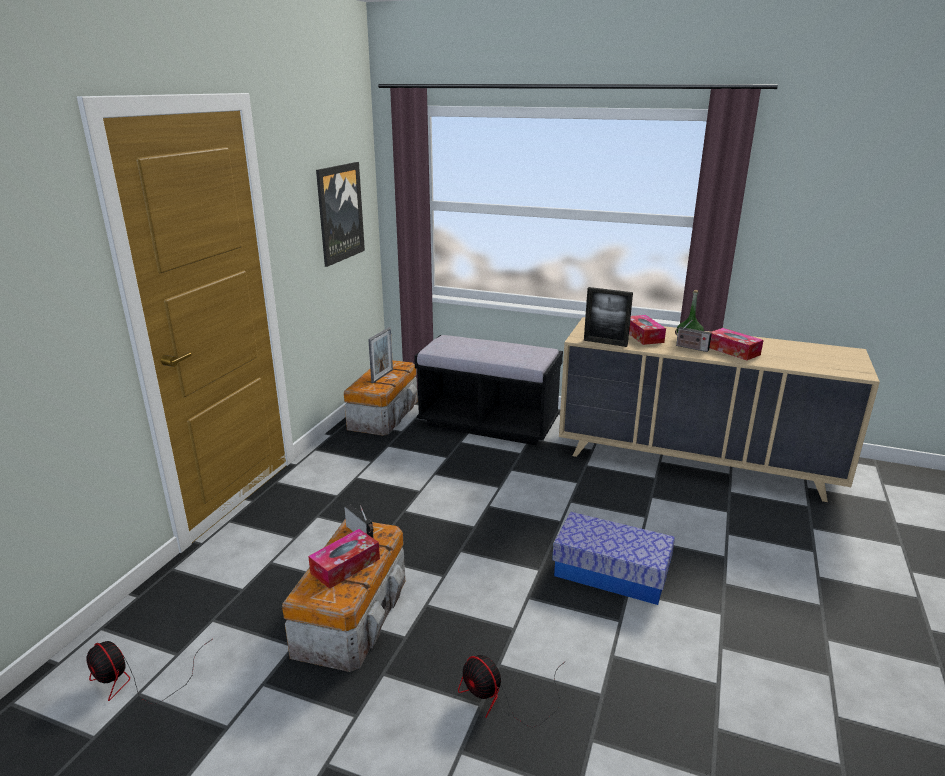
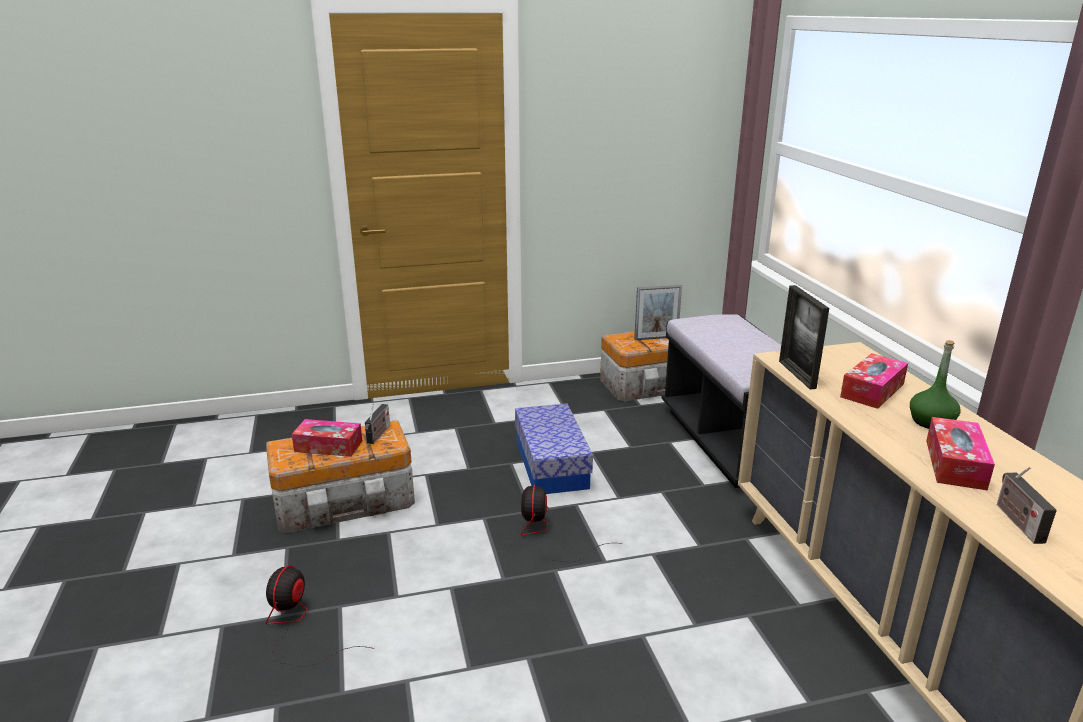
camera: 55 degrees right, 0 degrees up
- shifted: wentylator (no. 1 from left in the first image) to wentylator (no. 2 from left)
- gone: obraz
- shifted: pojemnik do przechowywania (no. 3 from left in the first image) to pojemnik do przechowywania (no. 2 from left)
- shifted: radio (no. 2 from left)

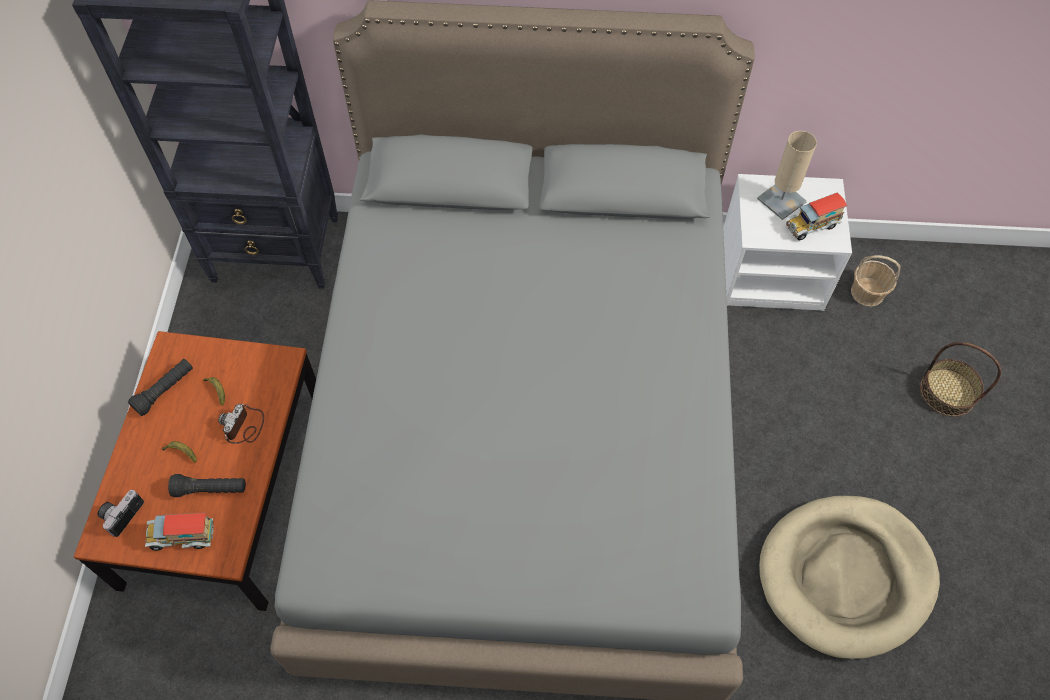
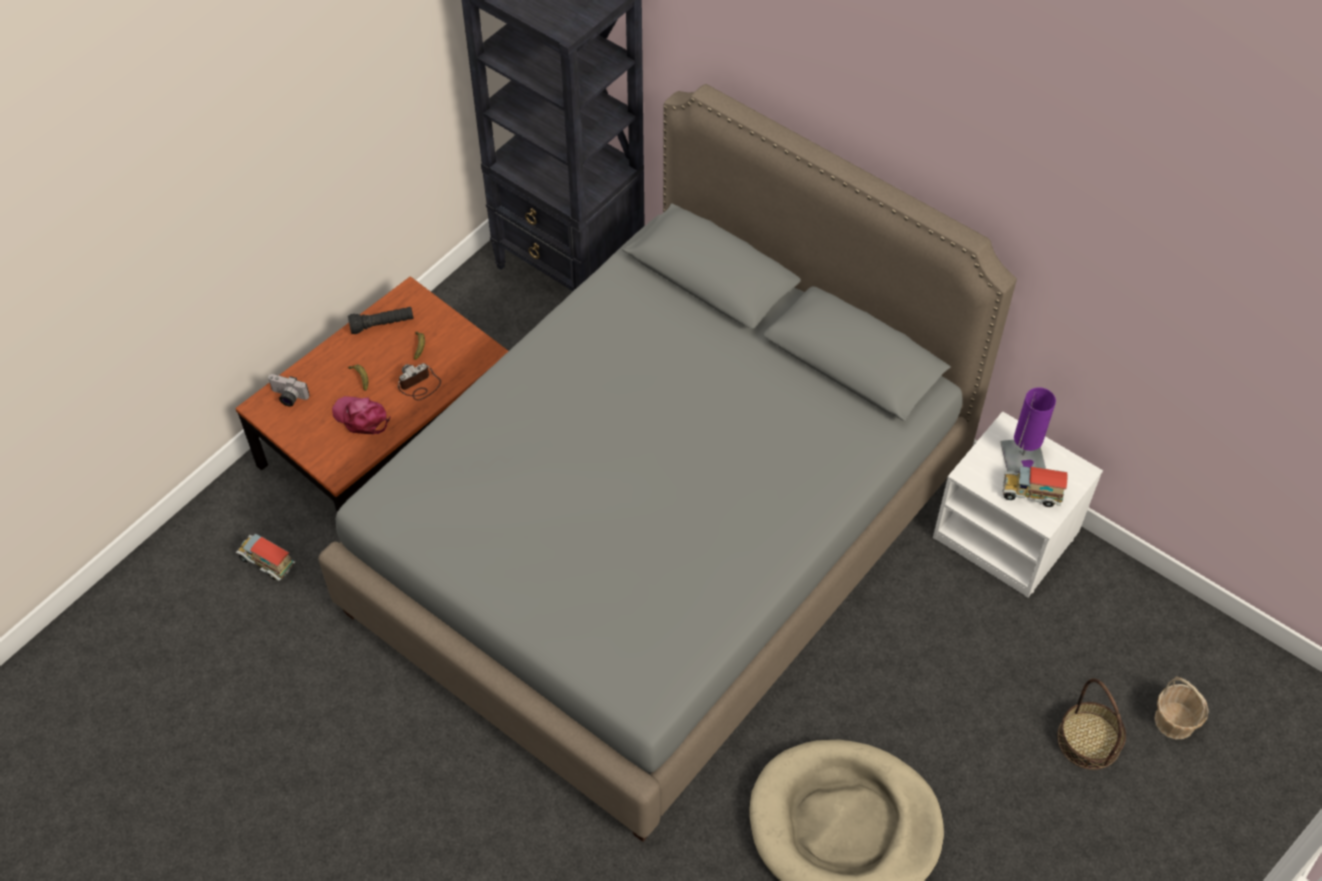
camera: 35 degrees right, 5 degrees down
- rotated: aparat fotograficzny (no. 1 from left) 135 degrees counterclockwise
- shifted: ciężarówka zabawkowa (no. 1 from left)
- swapped: latarka (czarny) (no. 2 from left) to czapka z daszkiem (różowy)
- repainted: lampa stołowa (beżowy) to lampa stołowa (fioletowy)
- shifted: koszyk (no. 1 from left in the first image) to koszyk (no. 2 from left)

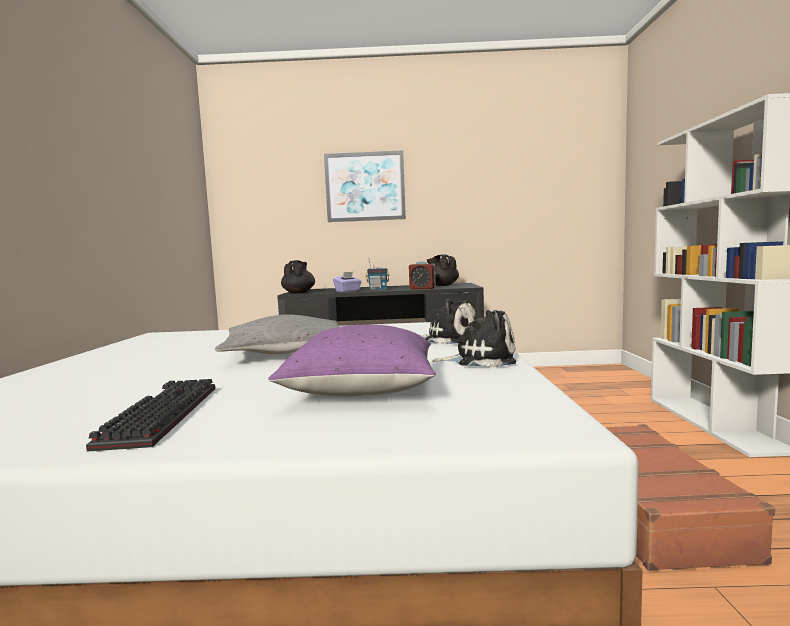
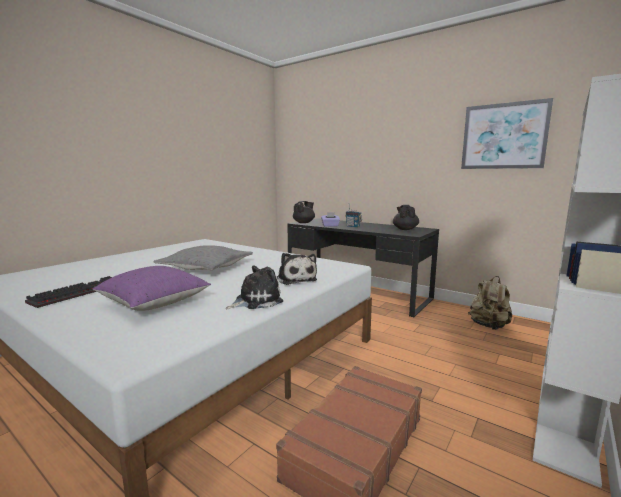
camera: 35 degrees right, 5 degrees up
- shifted: obraz
- gone: budzik
- rotated: pluszak (no. 2 from left in the first image) 75 degrees counterclockwise
- new: plecak (beżowy)

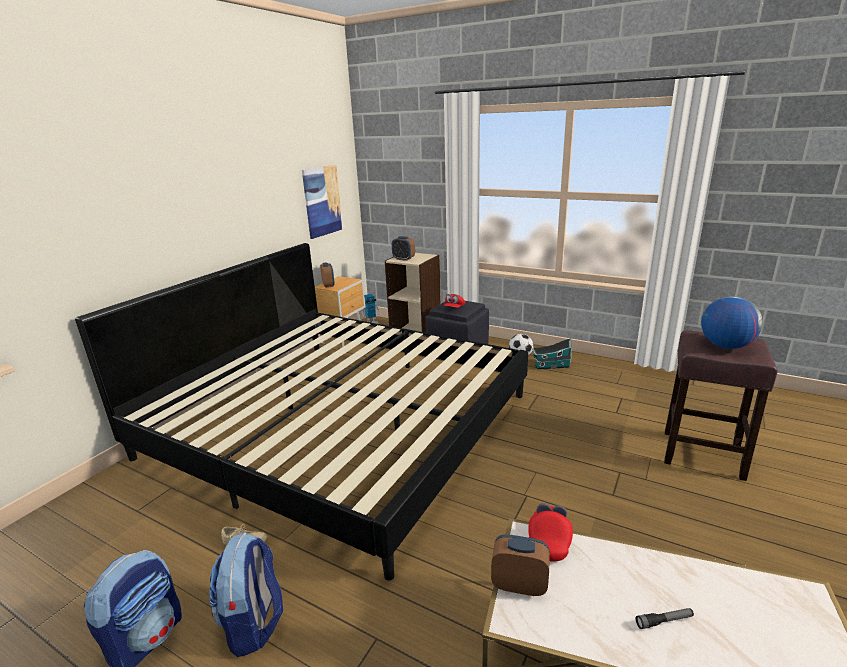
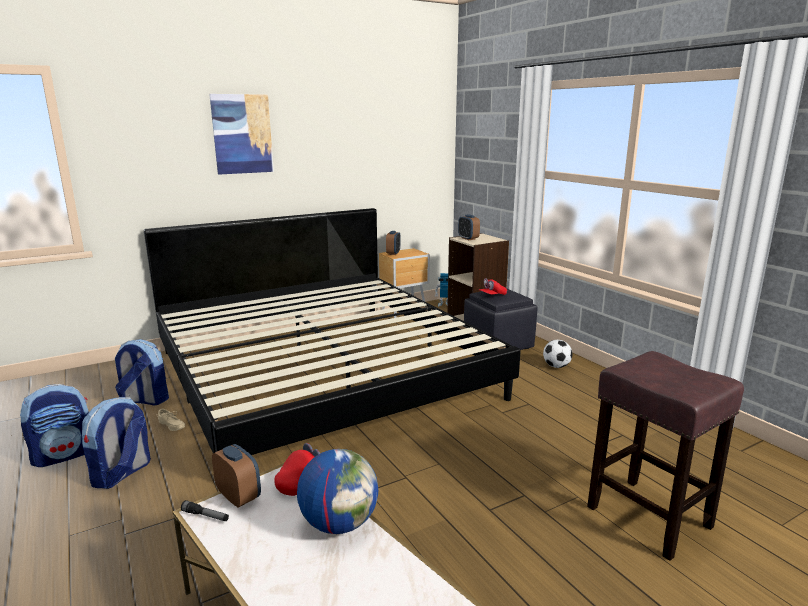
camera: 30 degrees right, 5 degrees down
- shifted: obraz
- gone: domek
- shifted: latarka
- shifted: globus
- new: plecak (no. 3 from left)

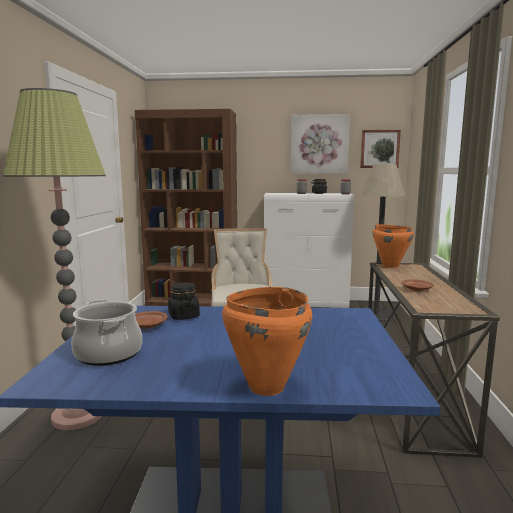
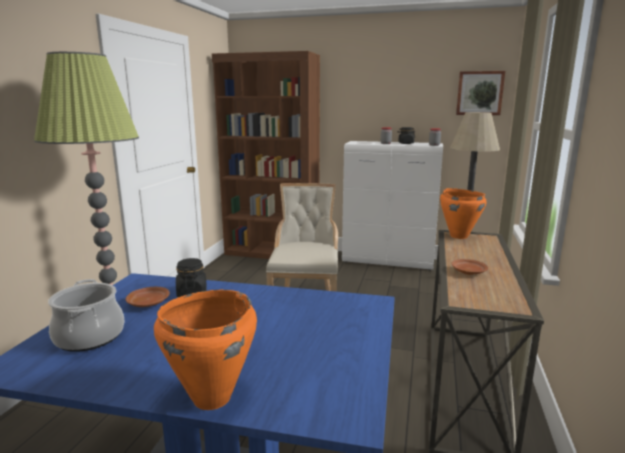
camera: 10 degrees right, 5 degrees up
- gone: obraz (no. 1 from left)

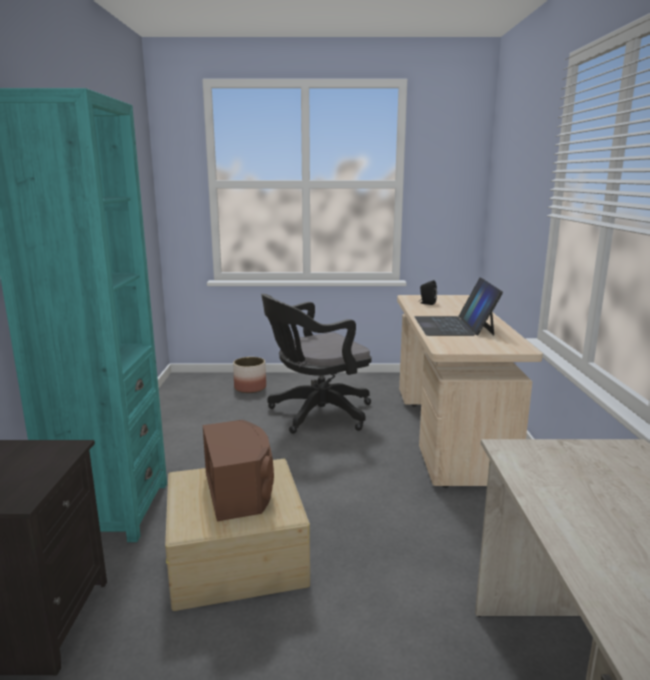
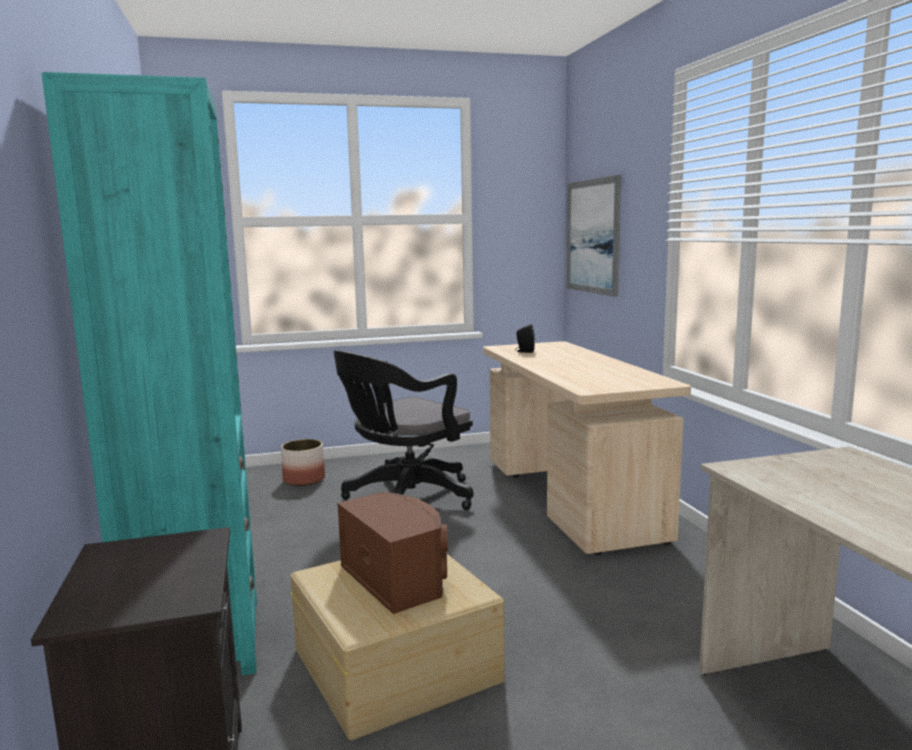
camera: 15 degrees left, 5 degrees down
- gone: laptop
- new: obraz

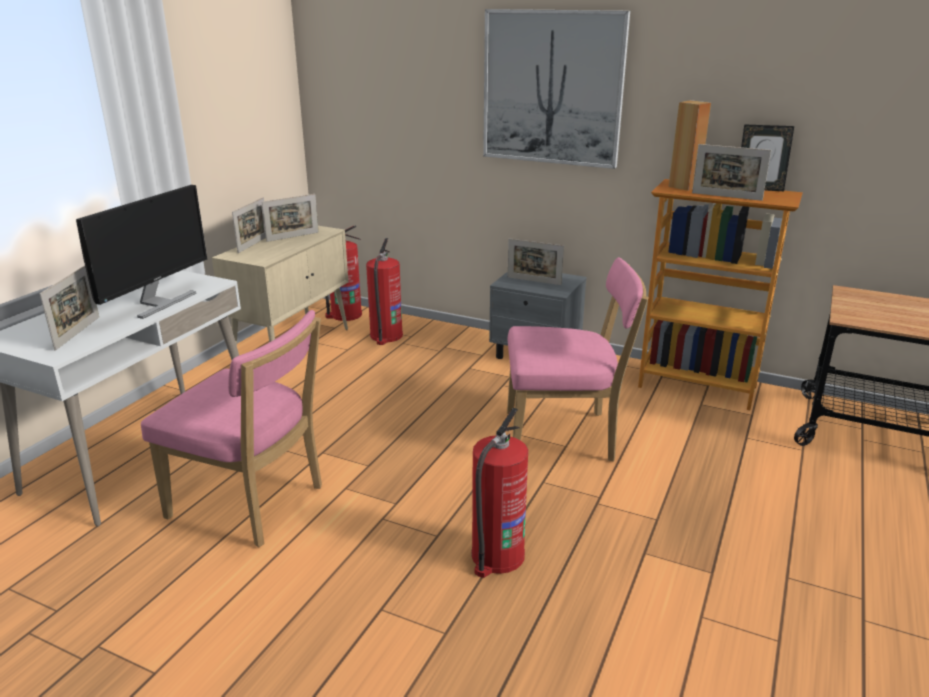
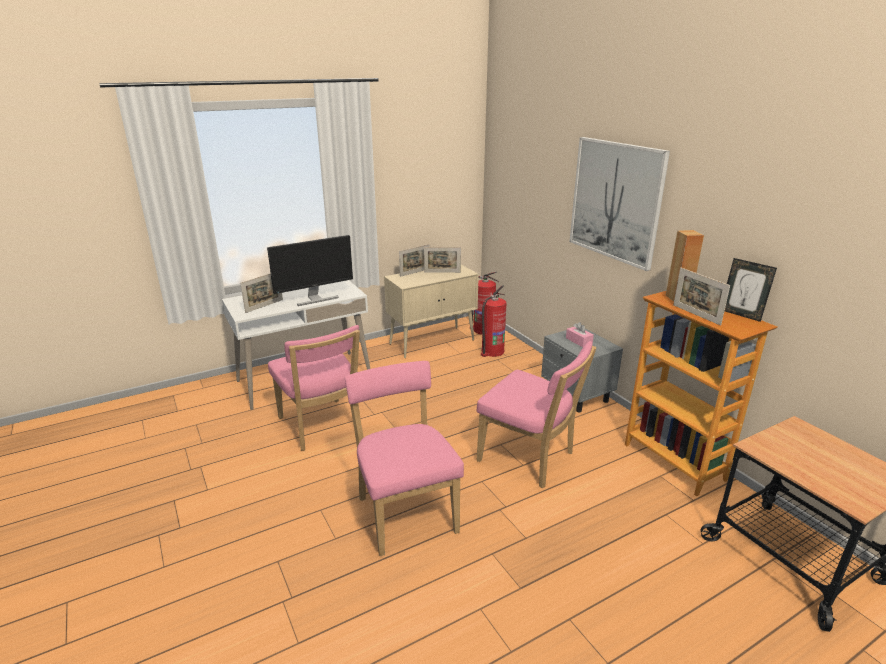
camera: 35 degrees right, 0 degrees up
- swapped: gaśnica (no. 3 from left) to krzesło (różowy) (no. 2 from left)
- swapped: ramka na zdjęcie (no. 4 from left) to pudełko chusteczek (różowy)

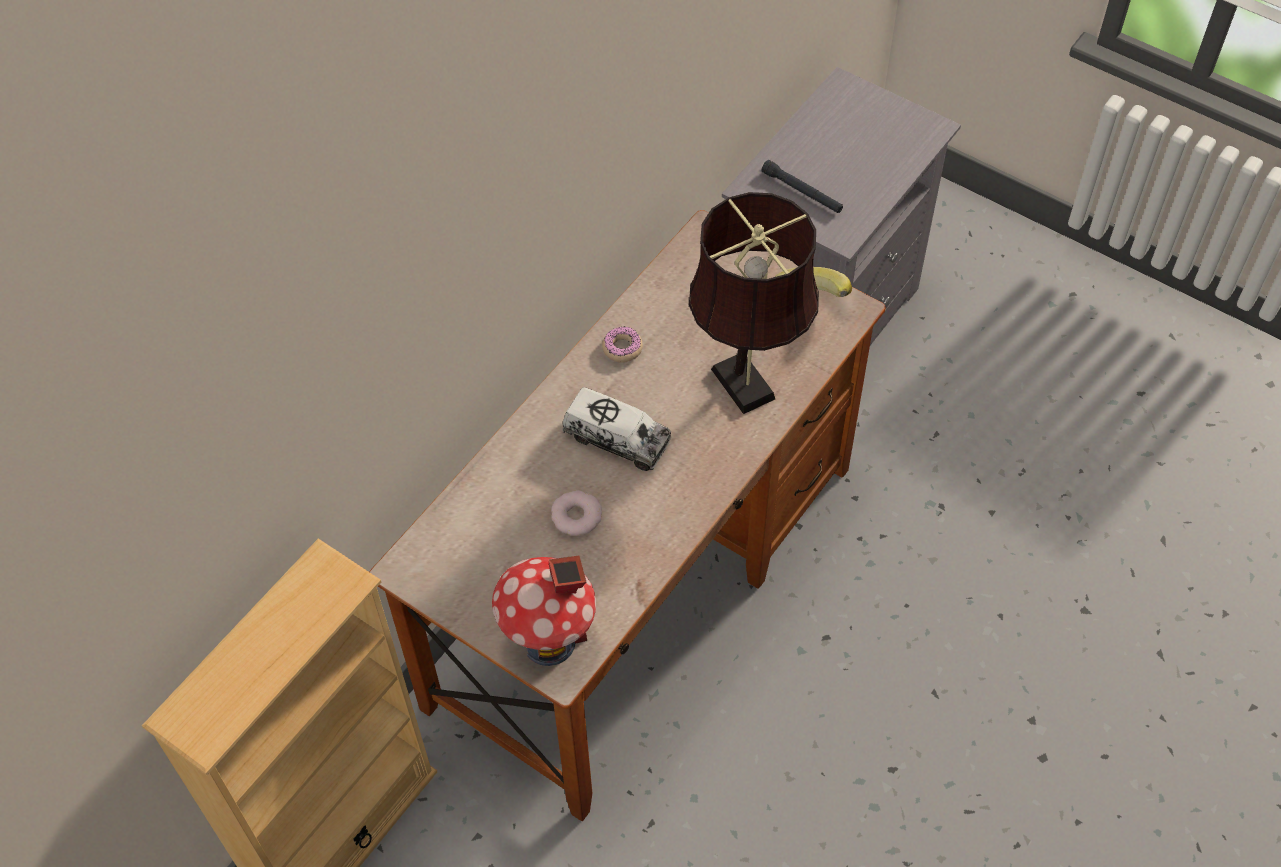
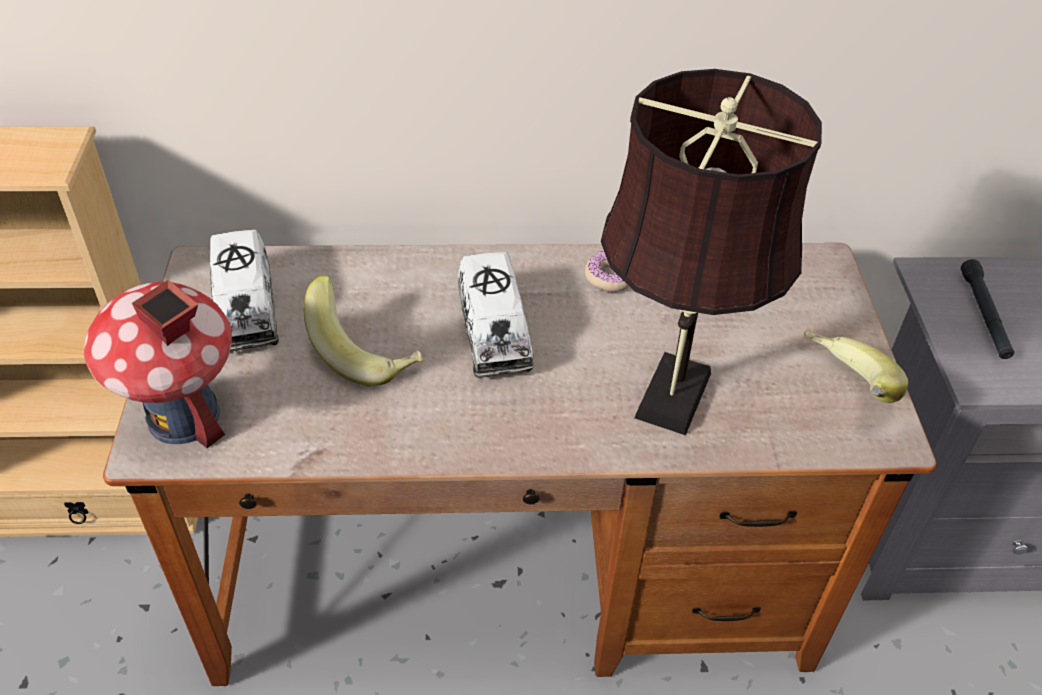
camera: 50 degrees right, 10 degrees down
- swapped: donut (no. 1 from left) to banan (no. 1 from left)
- new: ciężarówka zabawkowa (no. 1 from left)

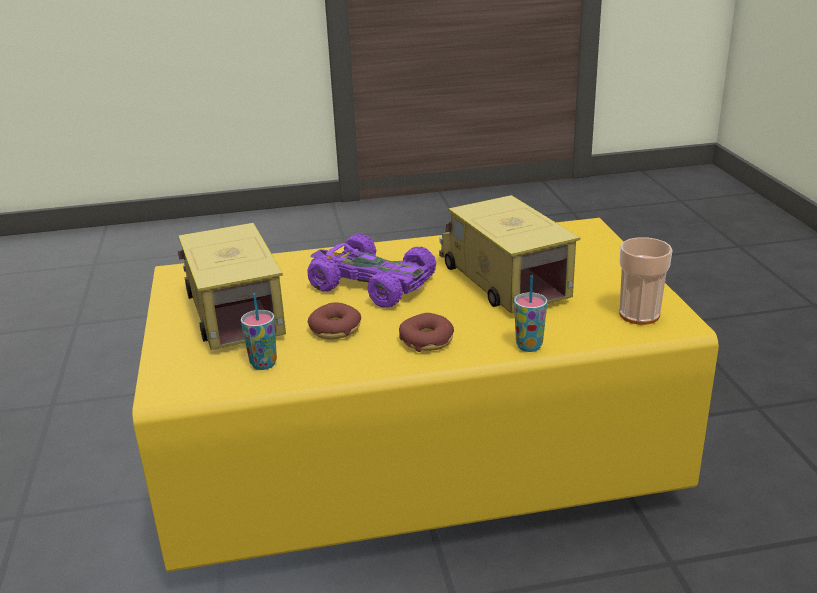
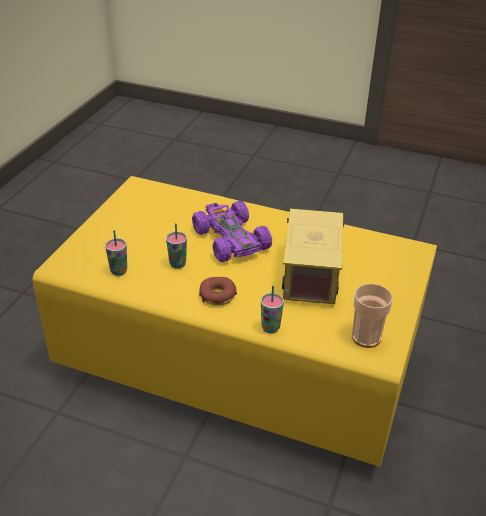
camera: 30 degrees right, 10 degrees up
- gone: ciężarówka zabawkowa (no. 1 from left)
- swapped: donut (no. 1 from left) to filiżanka (no. 2 from left)

